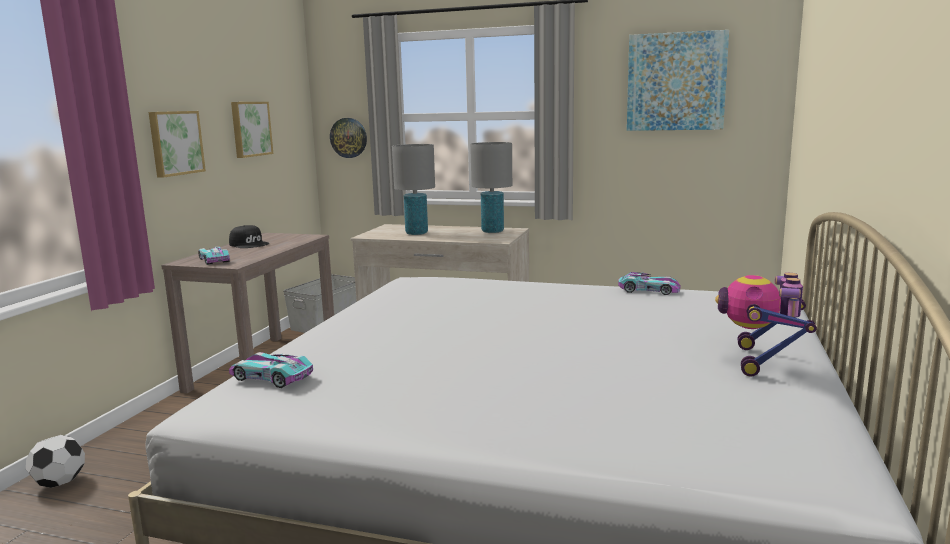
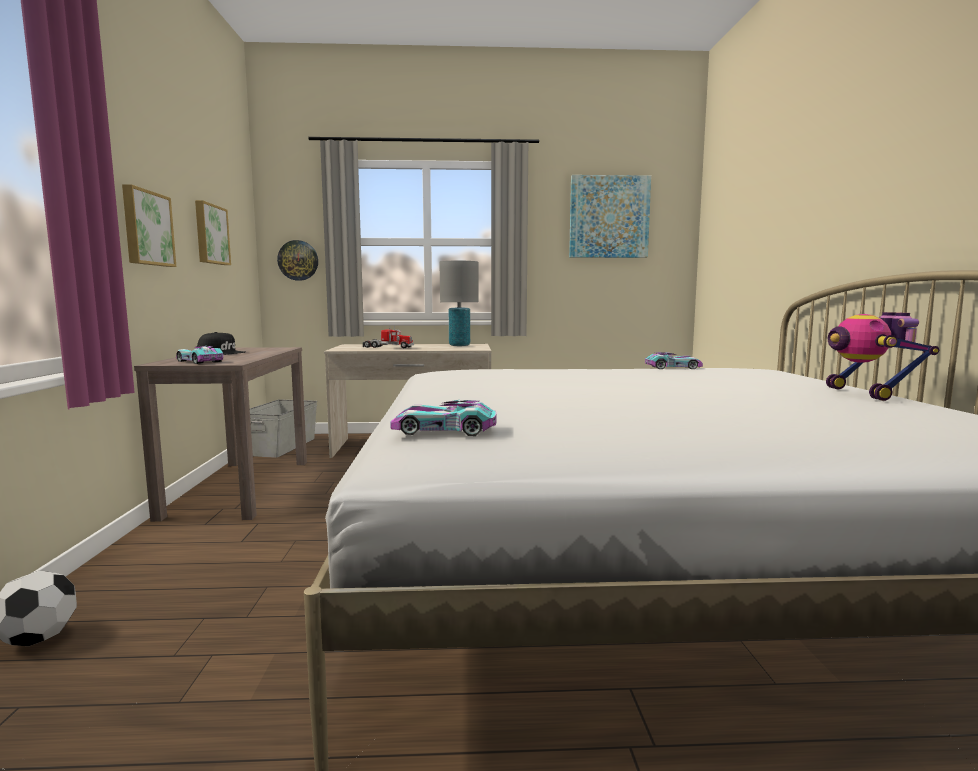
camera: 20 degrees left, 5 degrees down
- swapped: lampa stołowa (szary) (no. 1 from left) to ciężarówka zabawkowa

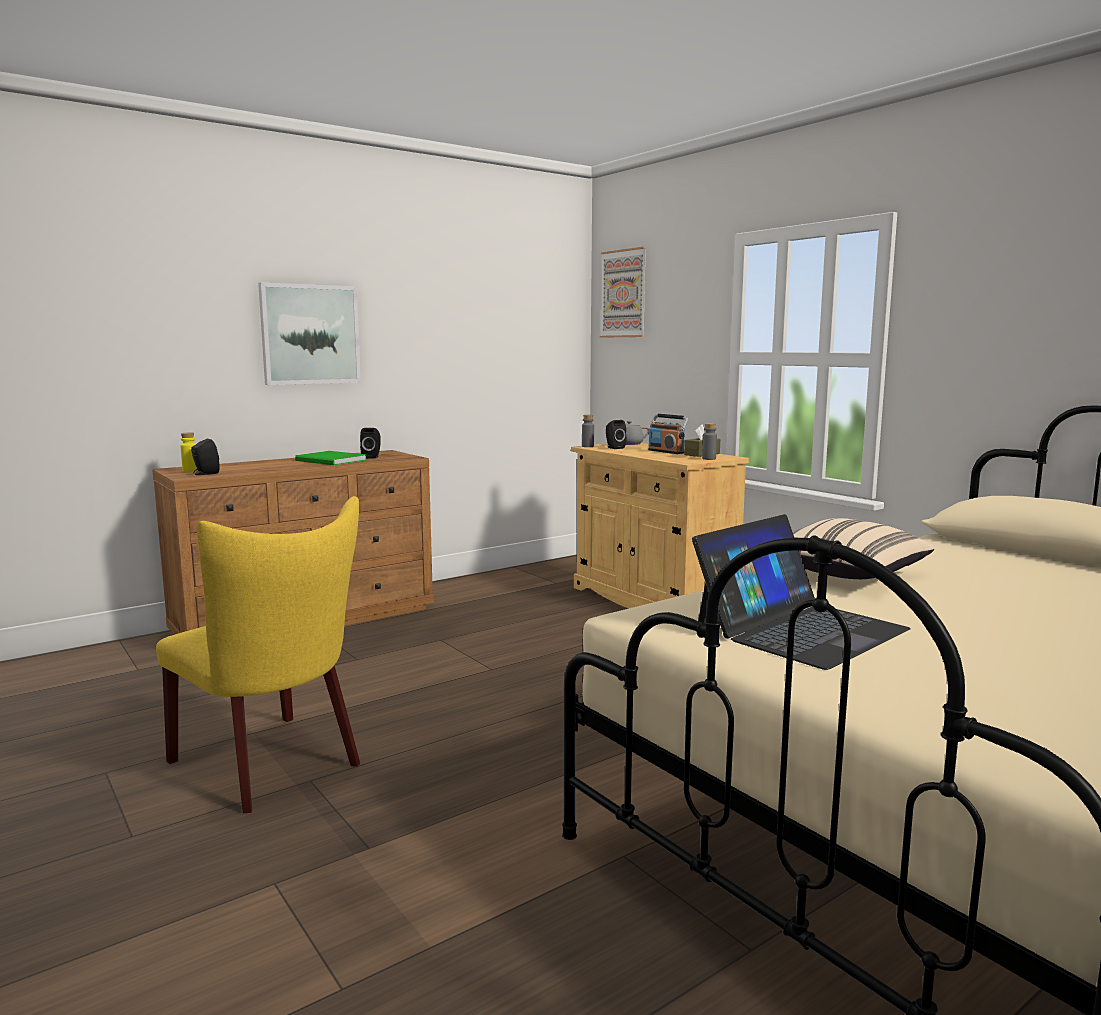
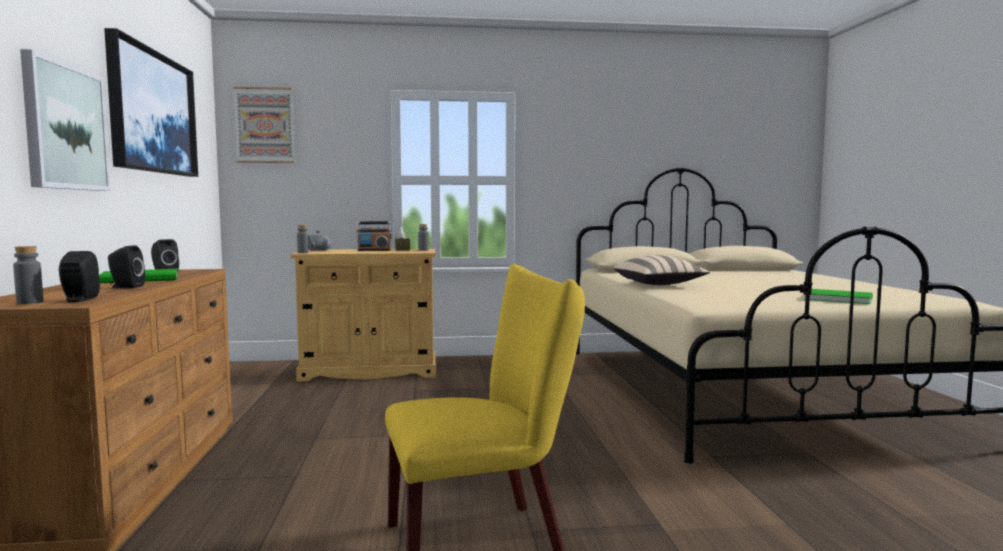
camera: 60 degrees left, 5 degrees down
- repainted: butelka (żółty) to butelka (szary) (no. 1 from left)
- shifted: głośnik (czarny) (no. 3 from left in the first image) to głośnik (czarny) (no. 2 from left)
- gone: laptop
- new: obraz (no. 2 from left)
- new: książka (zielony) (no. 2 from left)

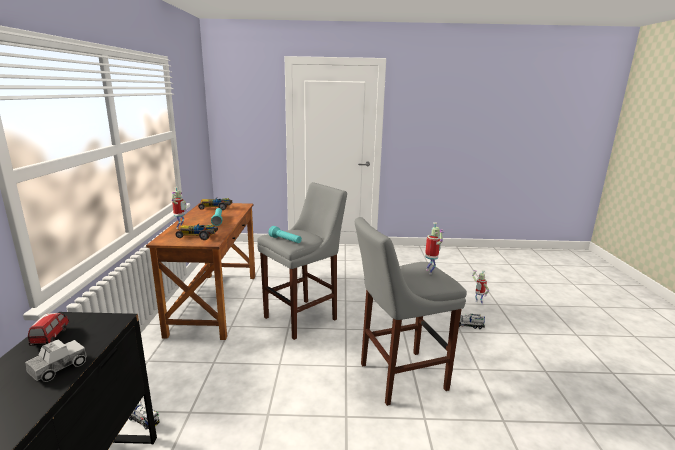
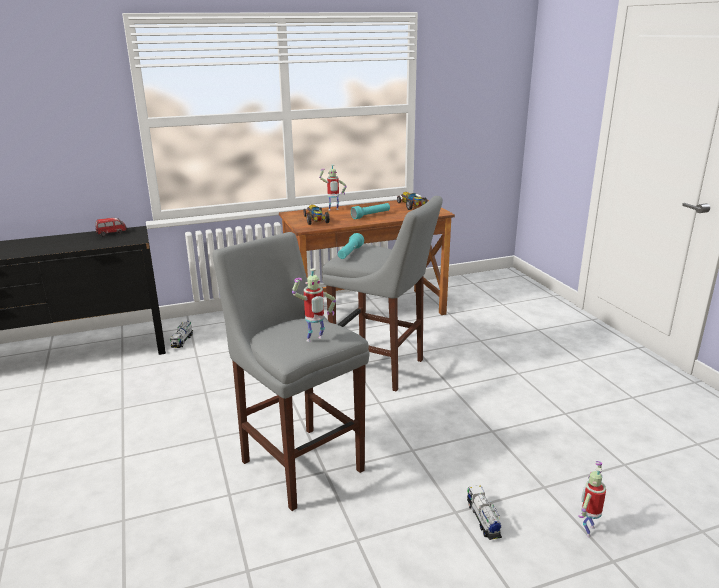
camera: 70 degrees right, 5 degrees up
- gone: ciężarówka zabawkowa (no. 1 from left)

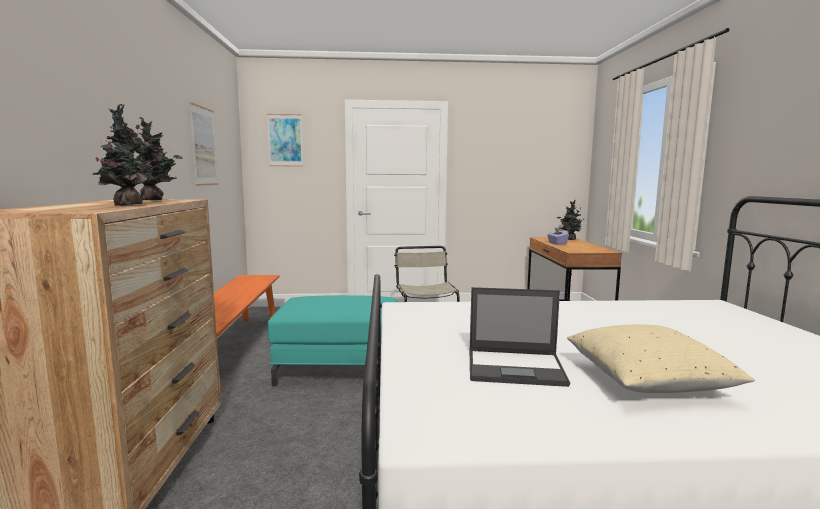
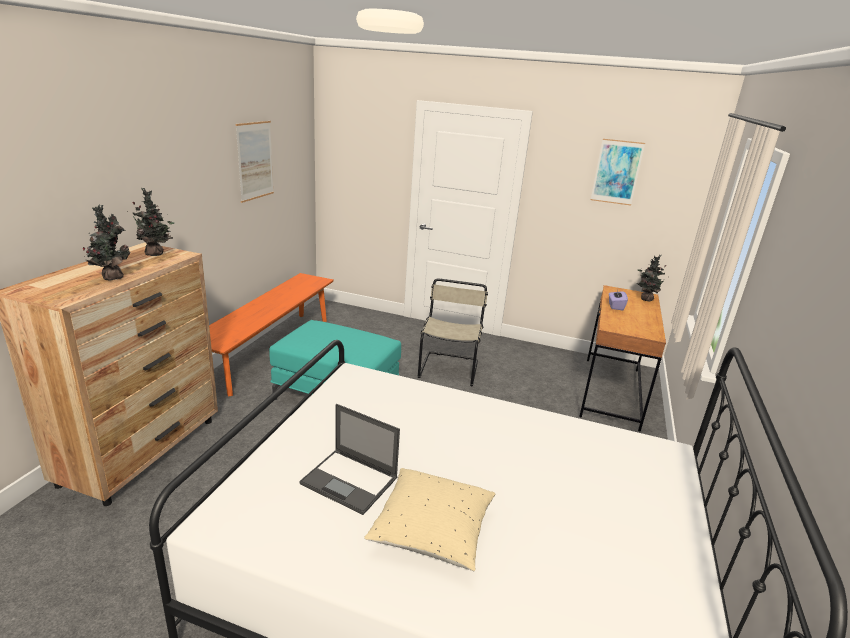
camera: 20 degrees right, 15 degrees up
- shifted: obraz (no. 2 from left)

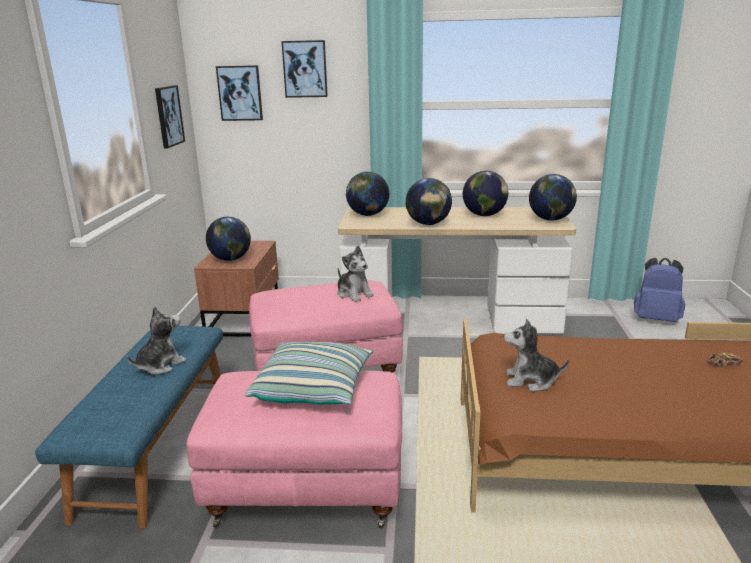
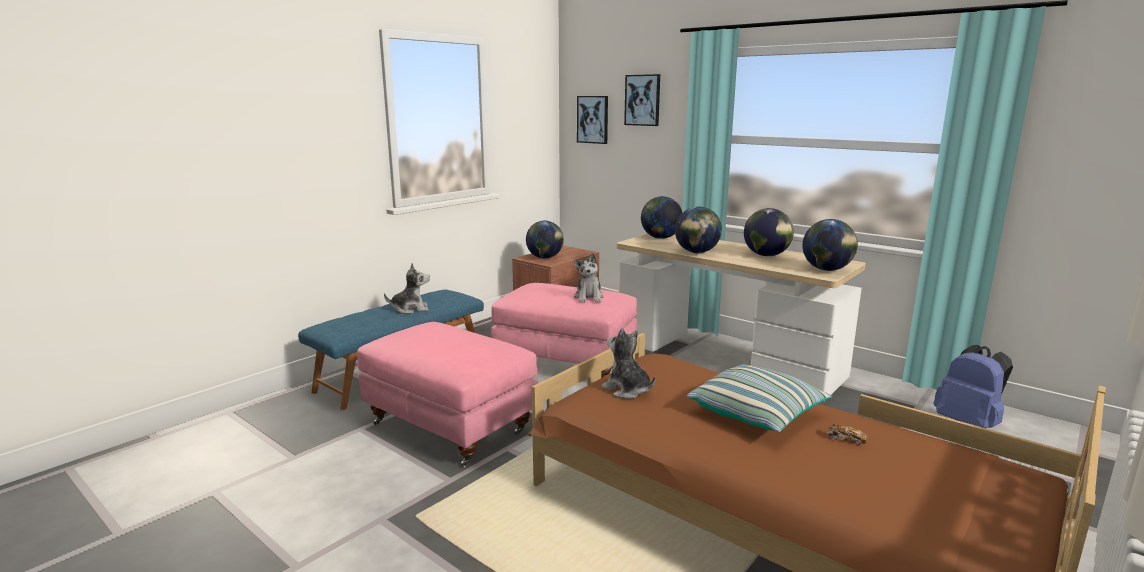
camera: 35 degrees right, 5 degrees down
- gone: obraz (no. 1 from left)
- shifted: poduszka

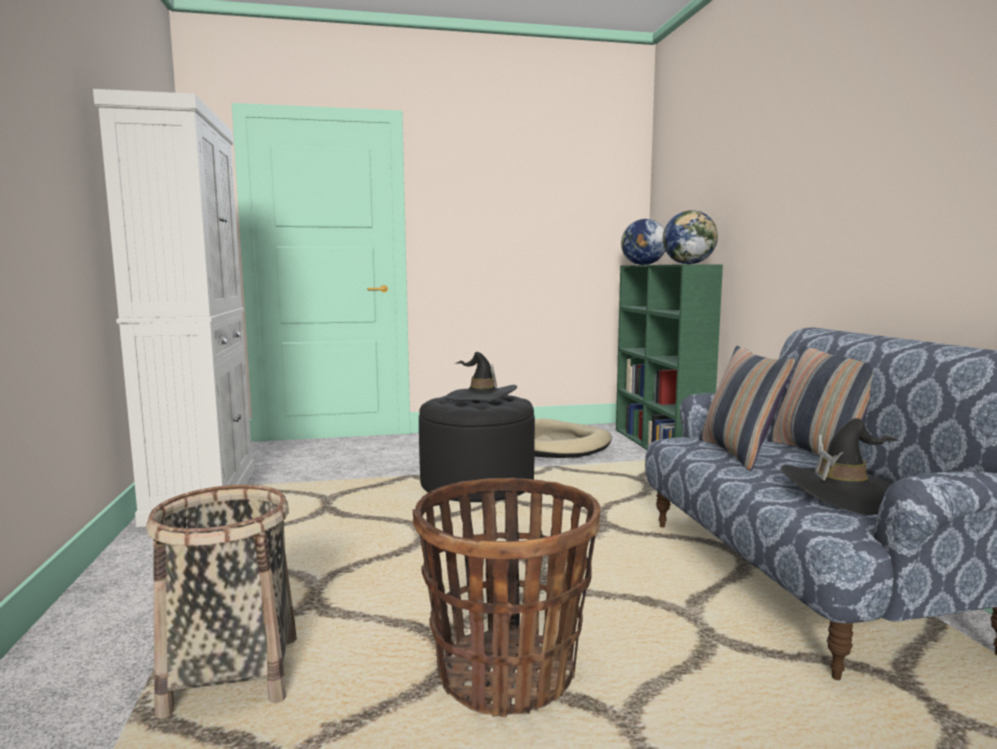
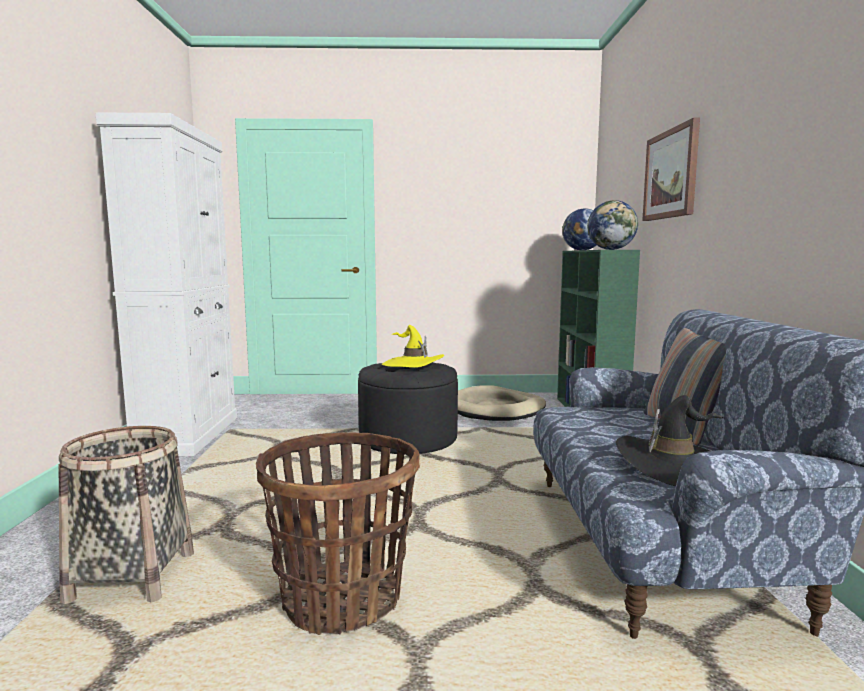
camera: 10 degrees right, 0 degrees up
- repainted: kapelusz (czarny) (no. 1 from left) to kapelusz (żółty)
- gone: poduszka (no. 1 from left)
- new: obraz

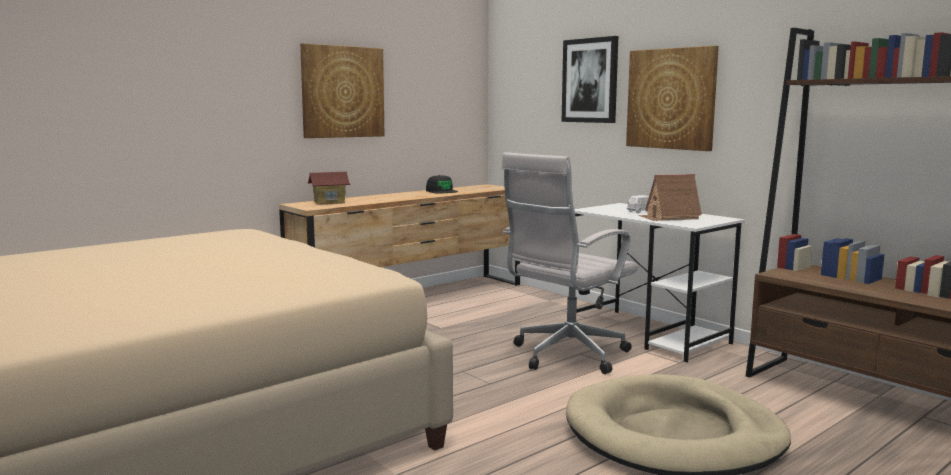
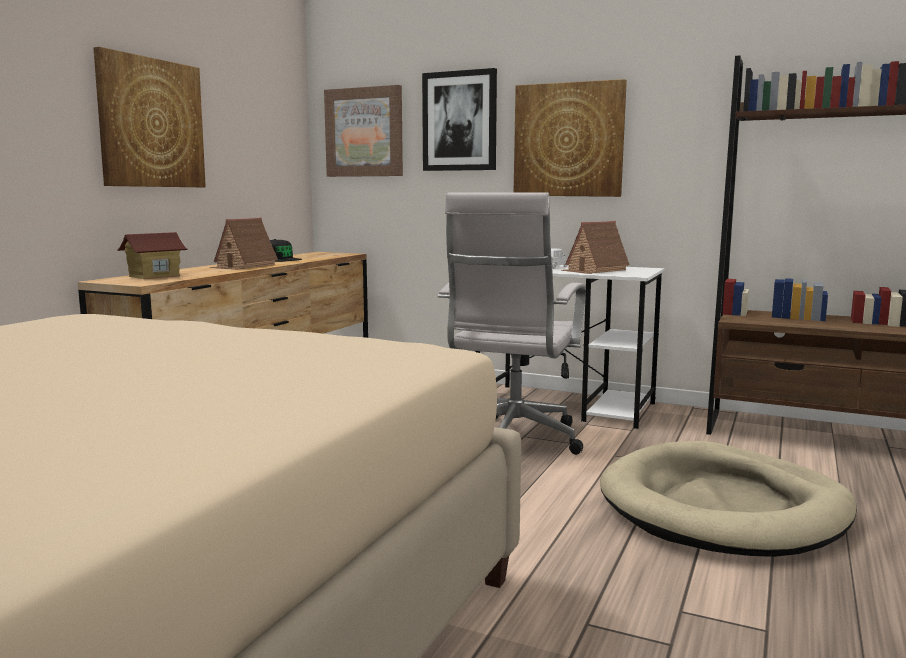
camera: 25 degrees left, 0 degrees up
- new: domek (no. 2 from left)
- new: obraz (no. 2 from left)

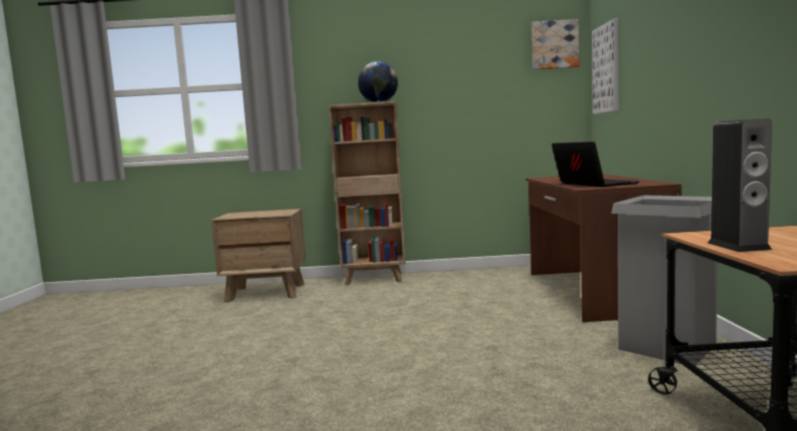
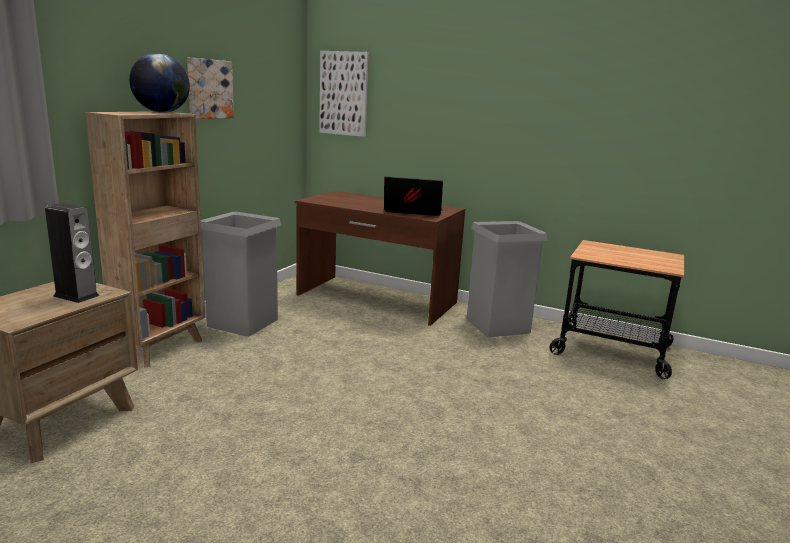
camera: 65 degrees left, 10 degrees up
- shifted: obraz (no. 1 from left)
- shifted: głośnik
- new: kosz na śmieci (szary) (no. 1 from left)

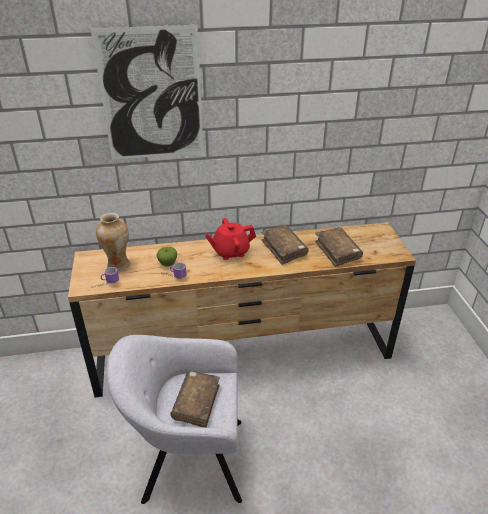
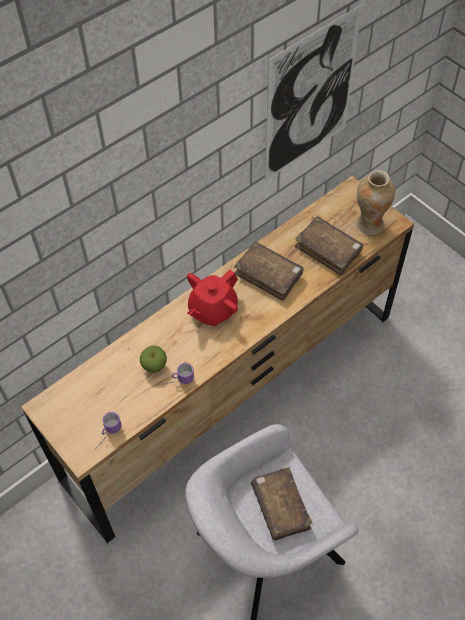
camera: 30 degrees left, 20 degrees up
- shifted: obraz
- shifted: wazon

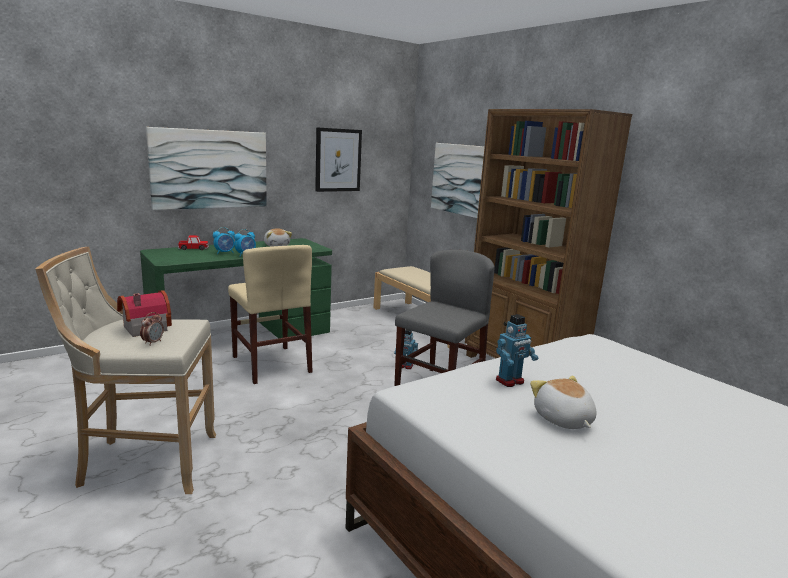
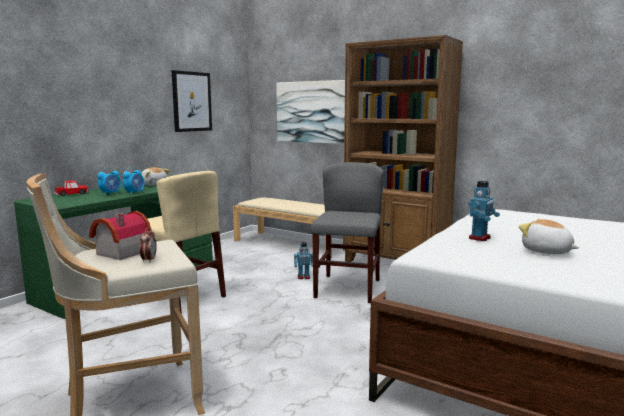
camera: 20 degrees left, 5 degrees down
- gone: obraz (no. 1 from left)

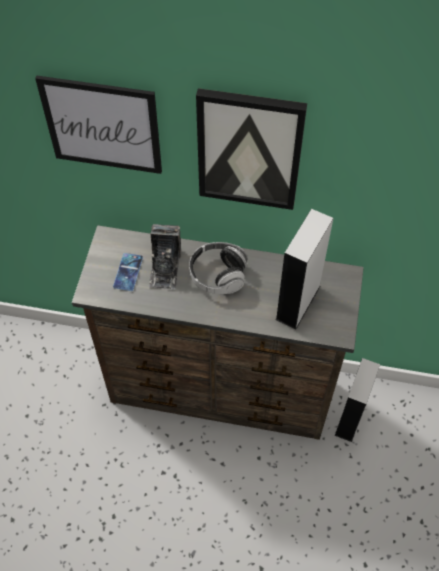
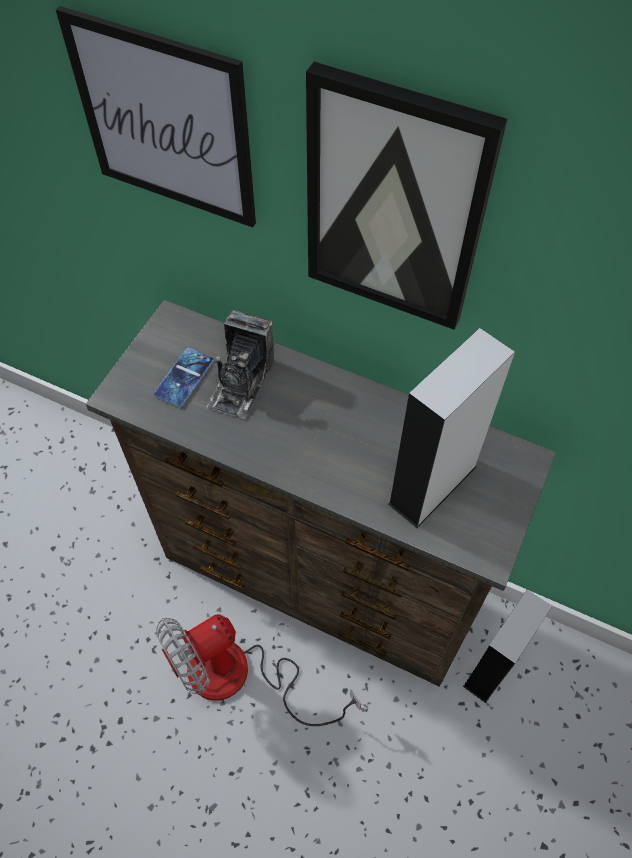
camera: 15 degrees right, 0 degrees up
- gone: słuchawki
- new: wentylator

